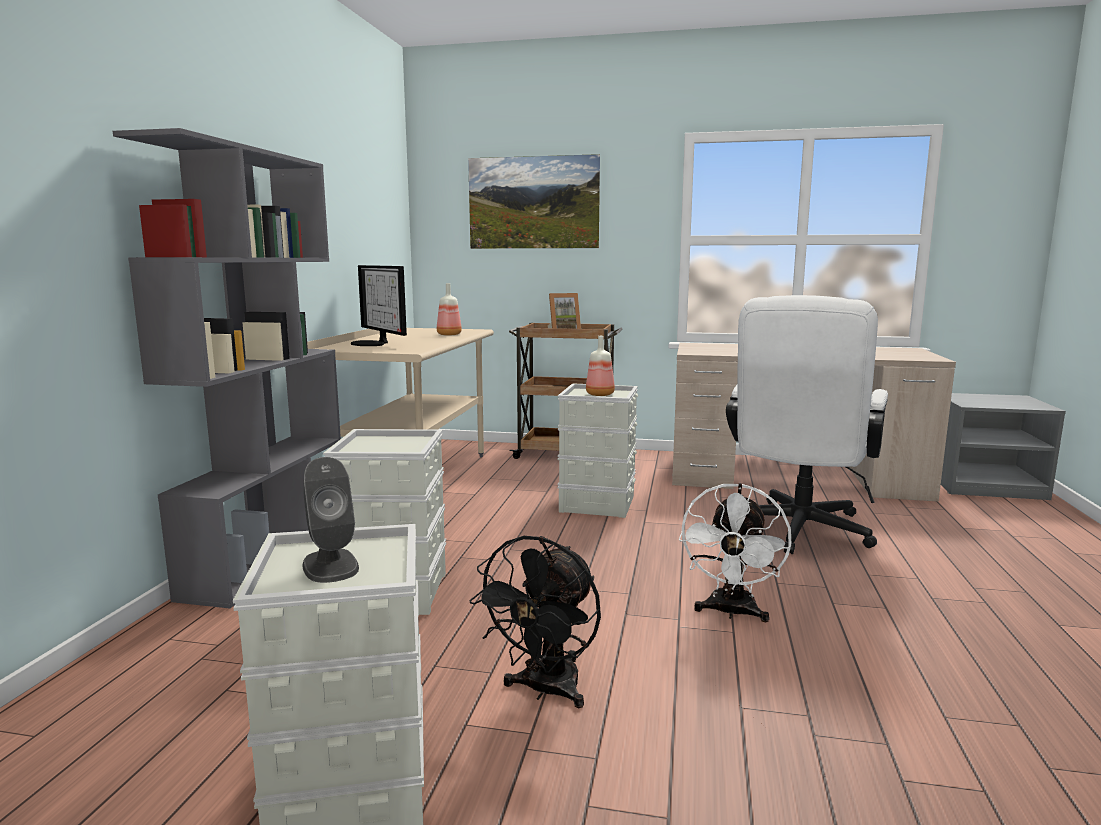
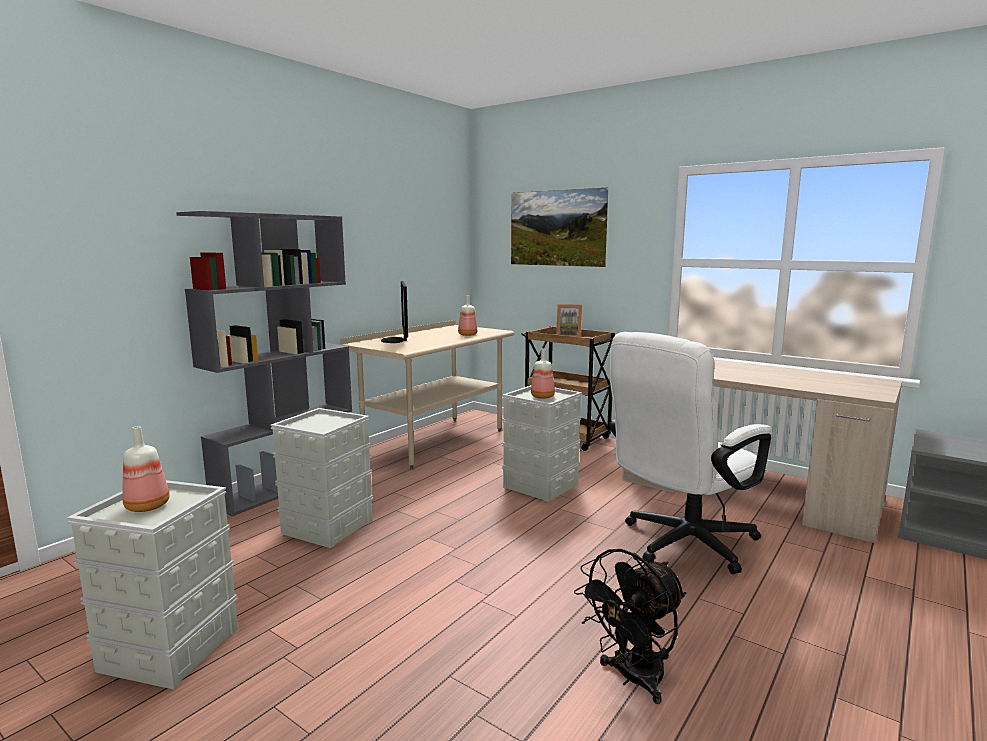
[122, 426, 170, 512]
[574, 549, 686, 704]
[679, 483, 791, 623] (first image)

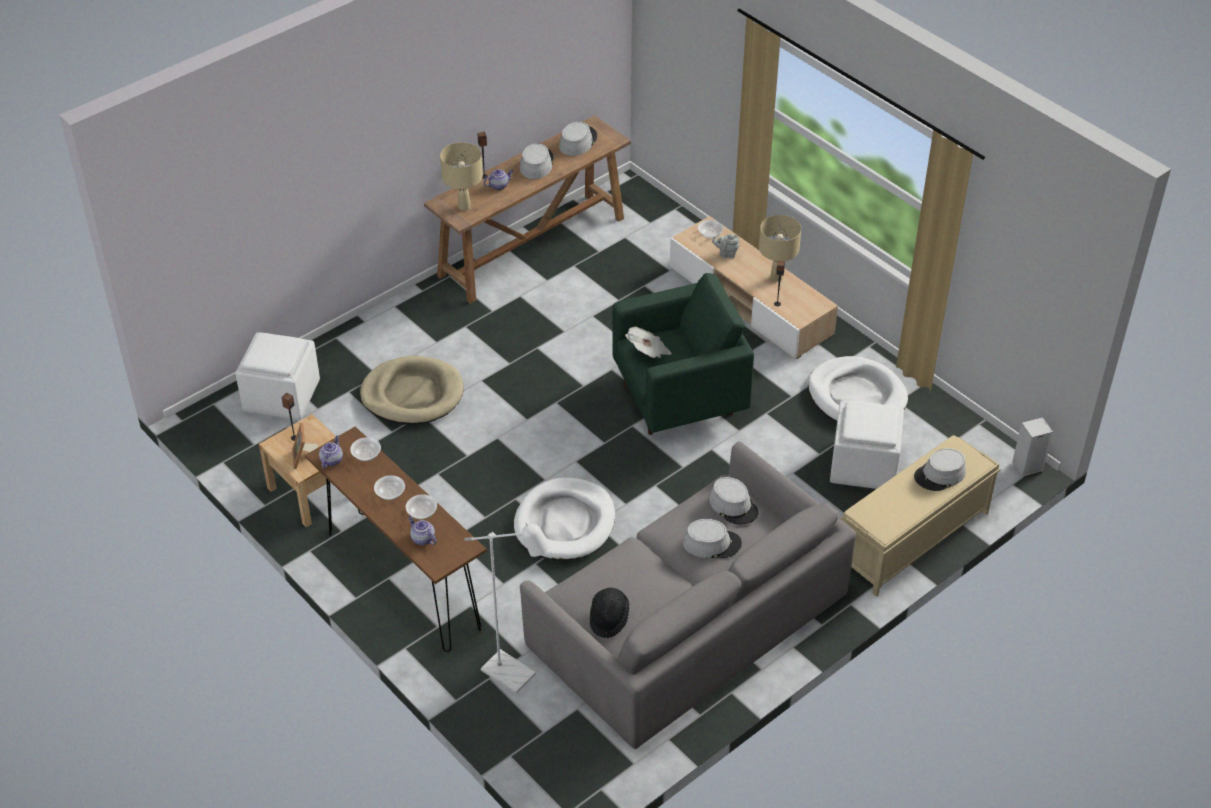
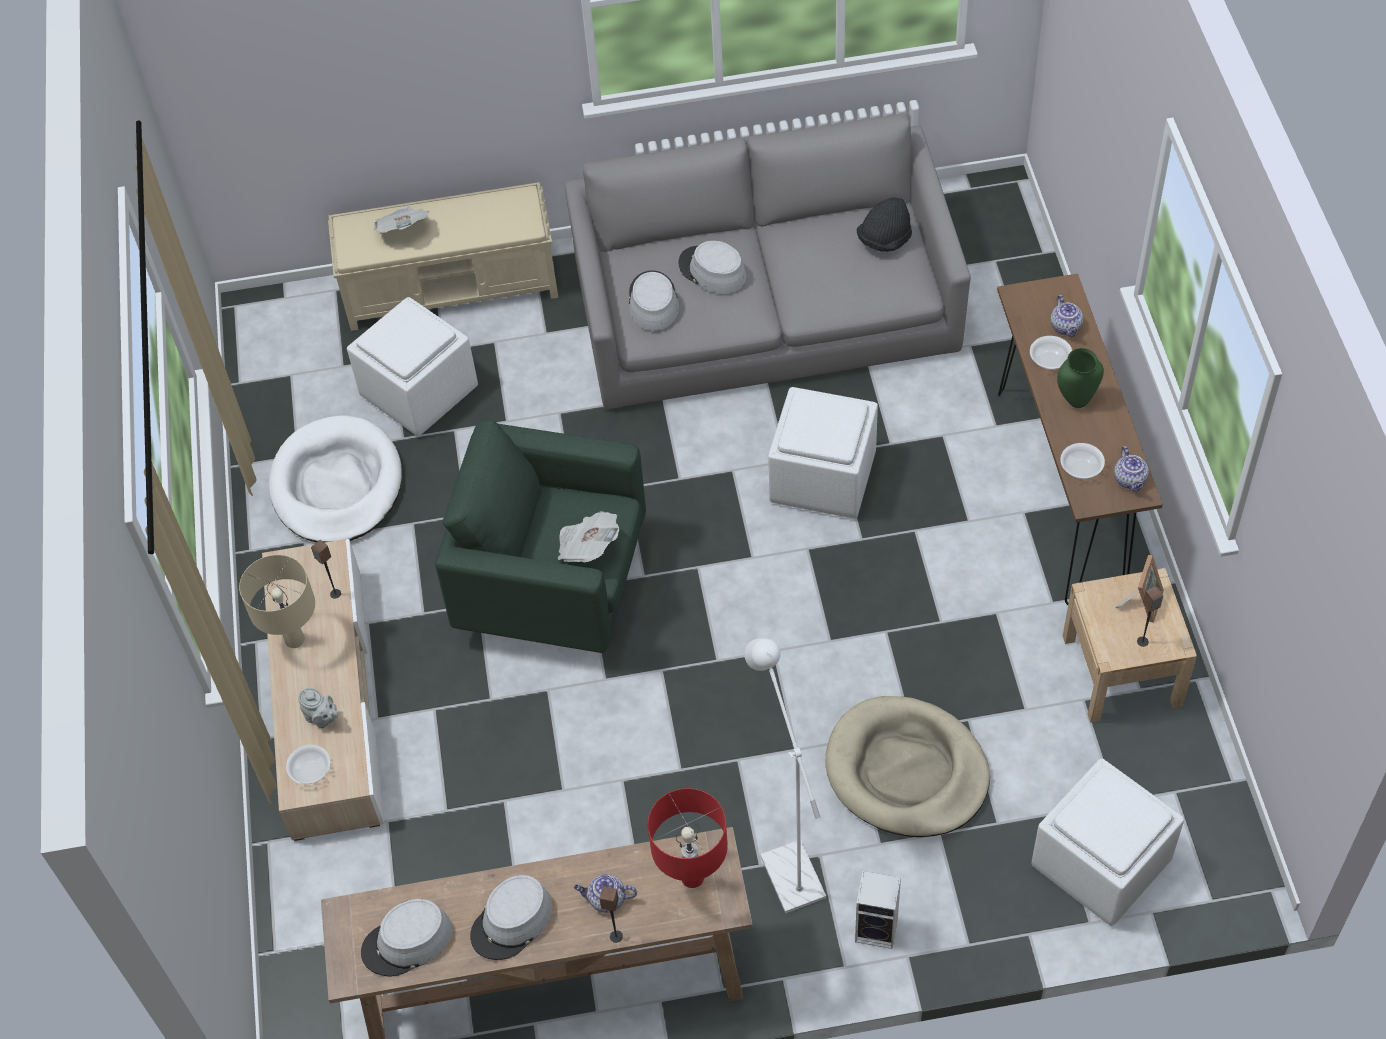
[1114, 446, 1149, 492]
[1057, 348, 1104, 408]
[648, 788, 728, 888]
[744, 638, 826, 913]
[768, 387, 878, 518]
[374, 206, 429, 233]
[855, 871, 901, 949]

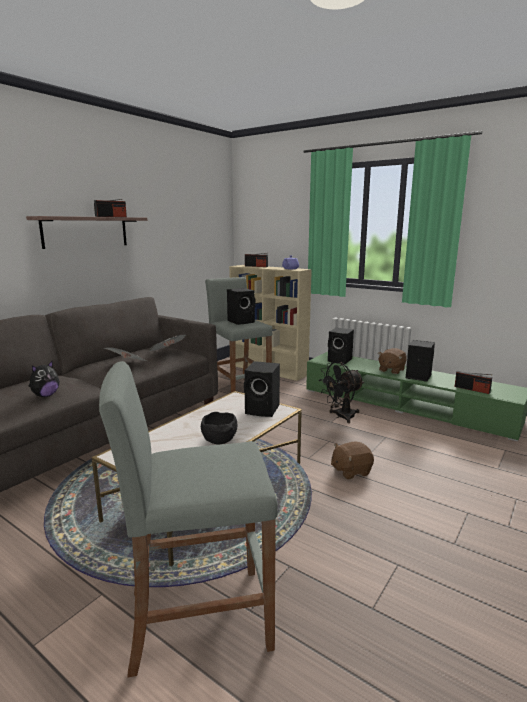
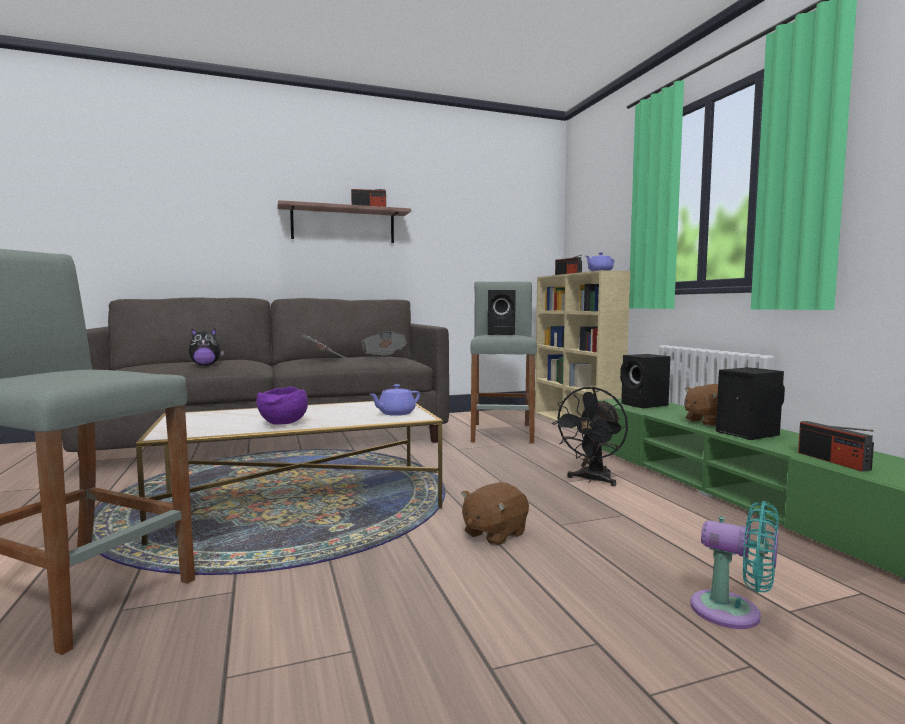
[256, 387, 308, 425]
[369, 384, 420, 416]
[552, 387, 628, 486]
[461, 482, 529, 546]
[690, 501, 779, 629]

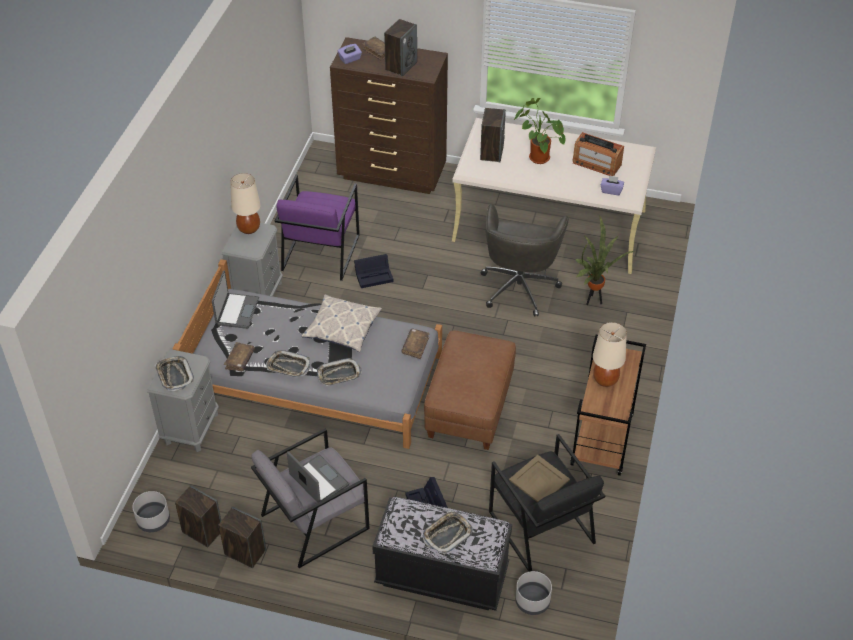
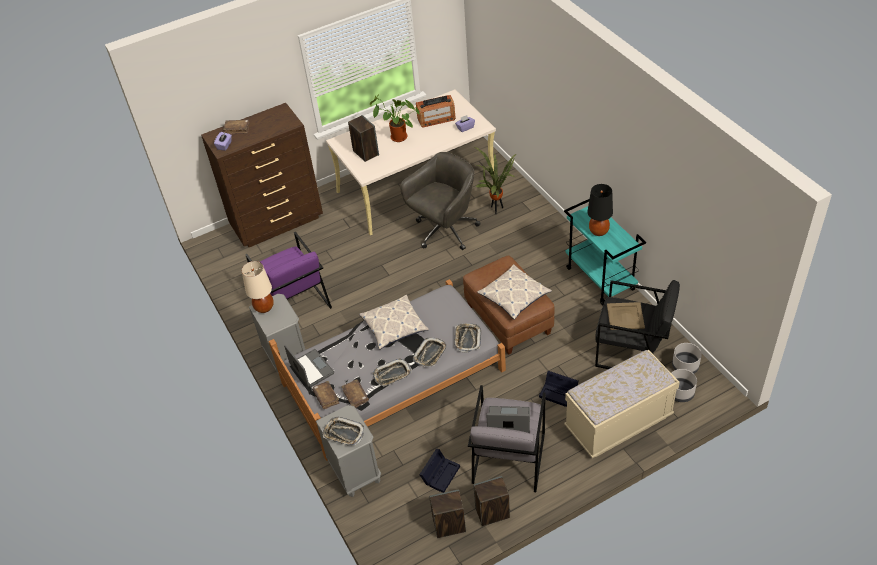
[672, 343, 702, 374]
[419, 449, 460, 493]
[564, 350, 680, 458]
[384, 19, 417, 77] (first image)
[312, 381, 340, 409]
[454, 323, 481, 353]
[400, 152, 481, 250]
[564, 199, 646, 305]
[587, 184, 613, 236]
[477, 264, 552, 320]

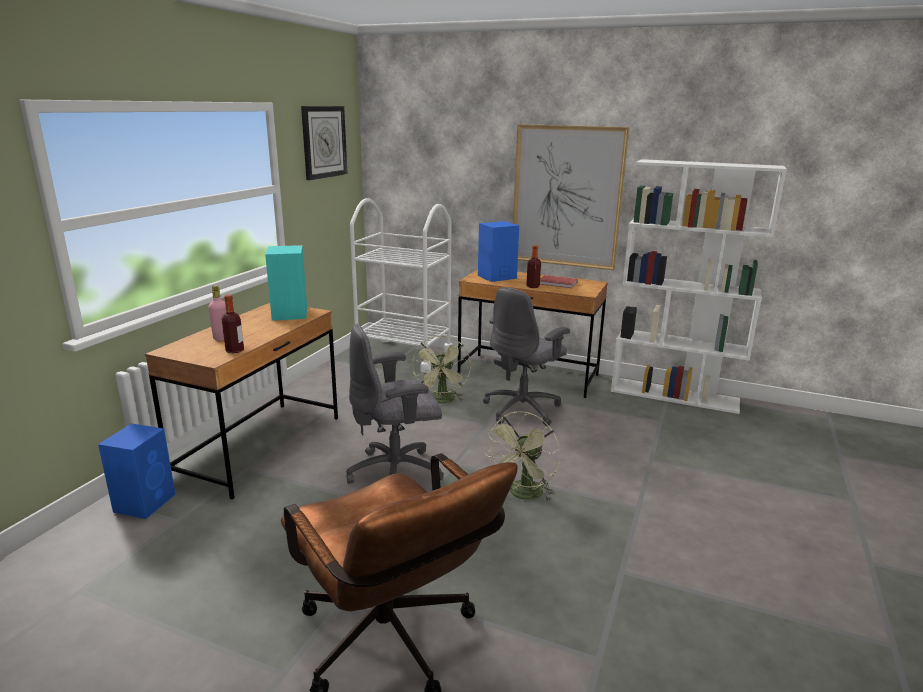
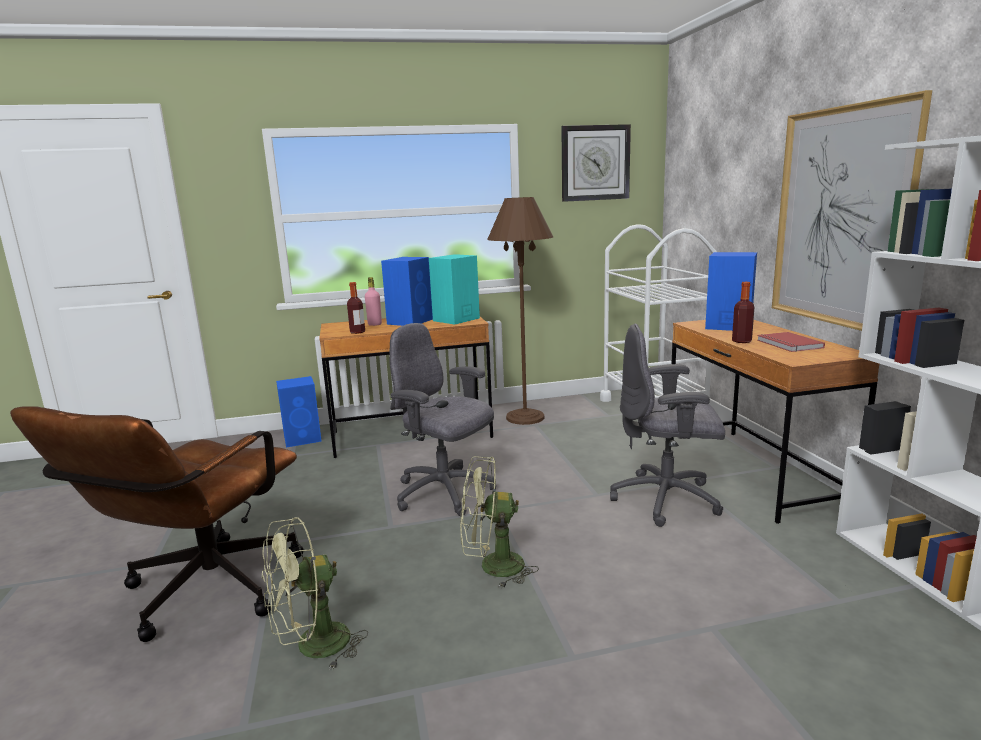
[262, 517, 368, 670]
[381, 257, 433, 326]
[487, 197, 553, 425]

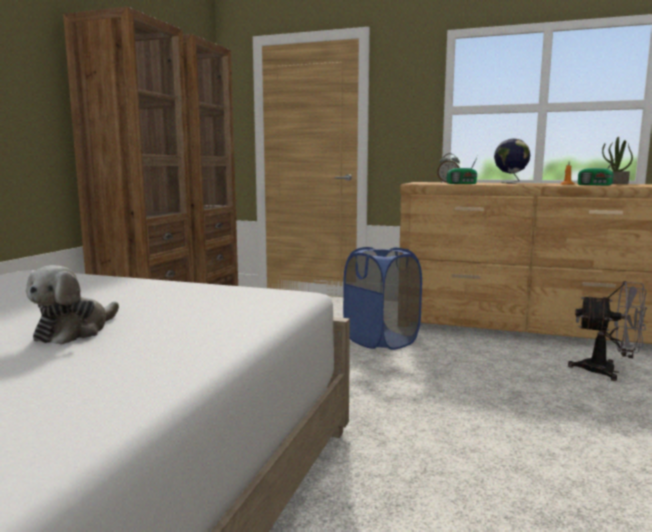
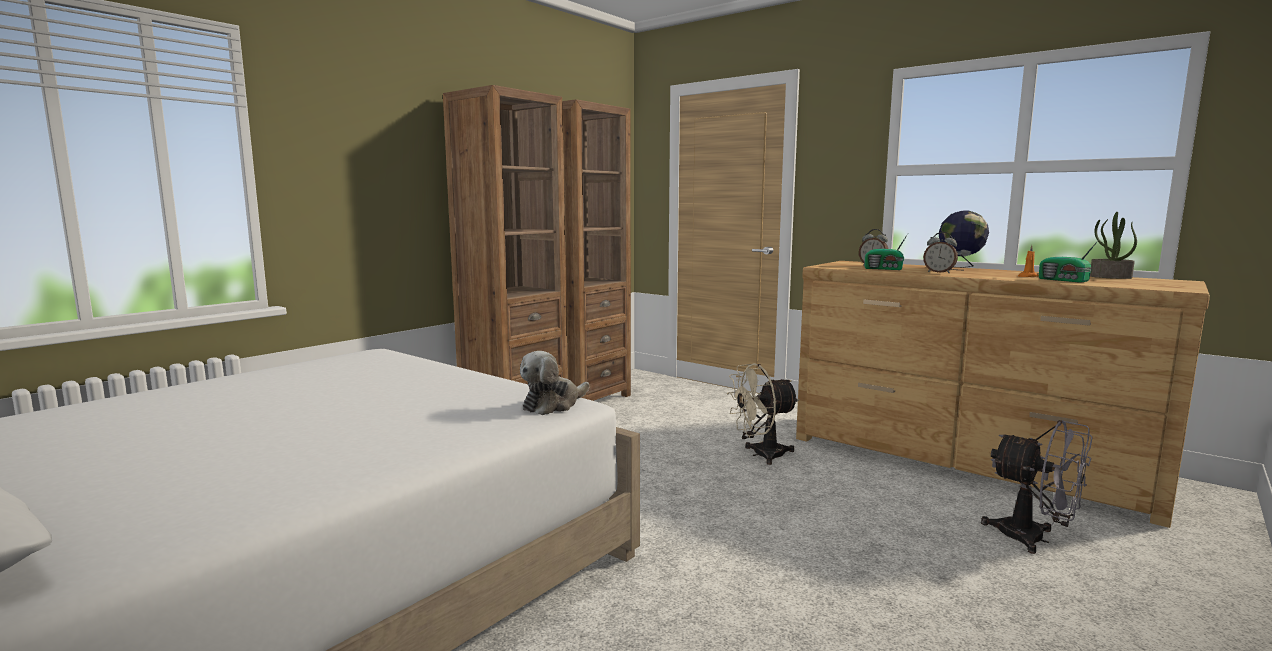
[520, 351, 589, 415]
[727, 363, 799, 465]
[923, 232, 958, 273]

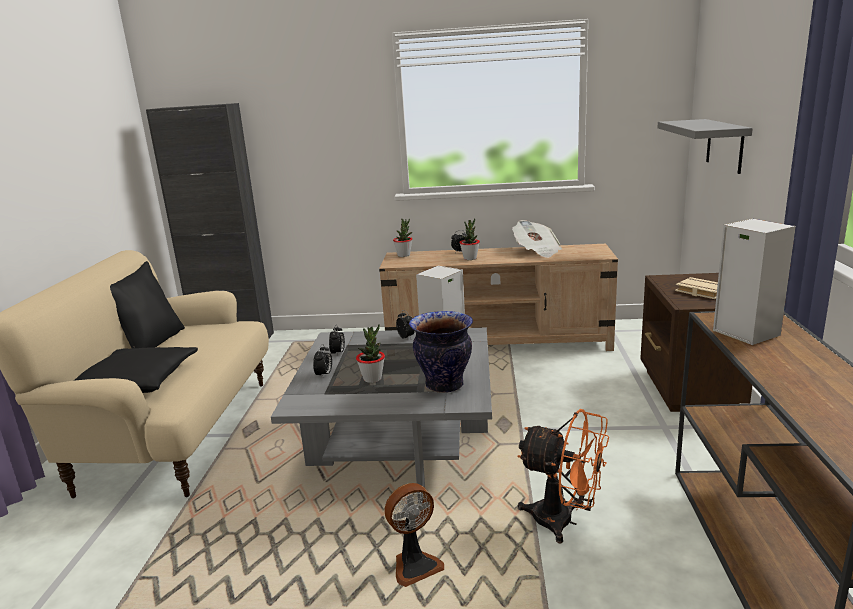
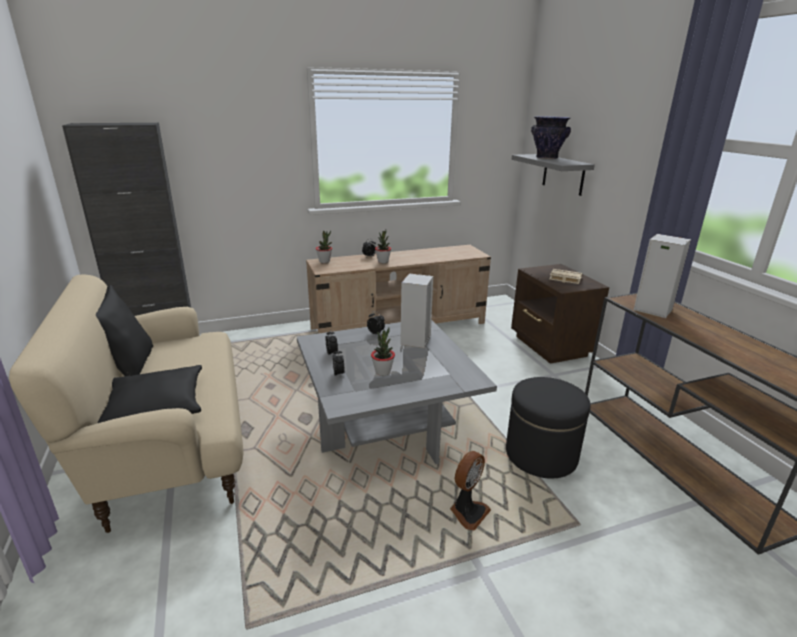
[531, 116, 571, 159]
[512, 220, 562, 258] (first image)
[506, 377, 591, 479]

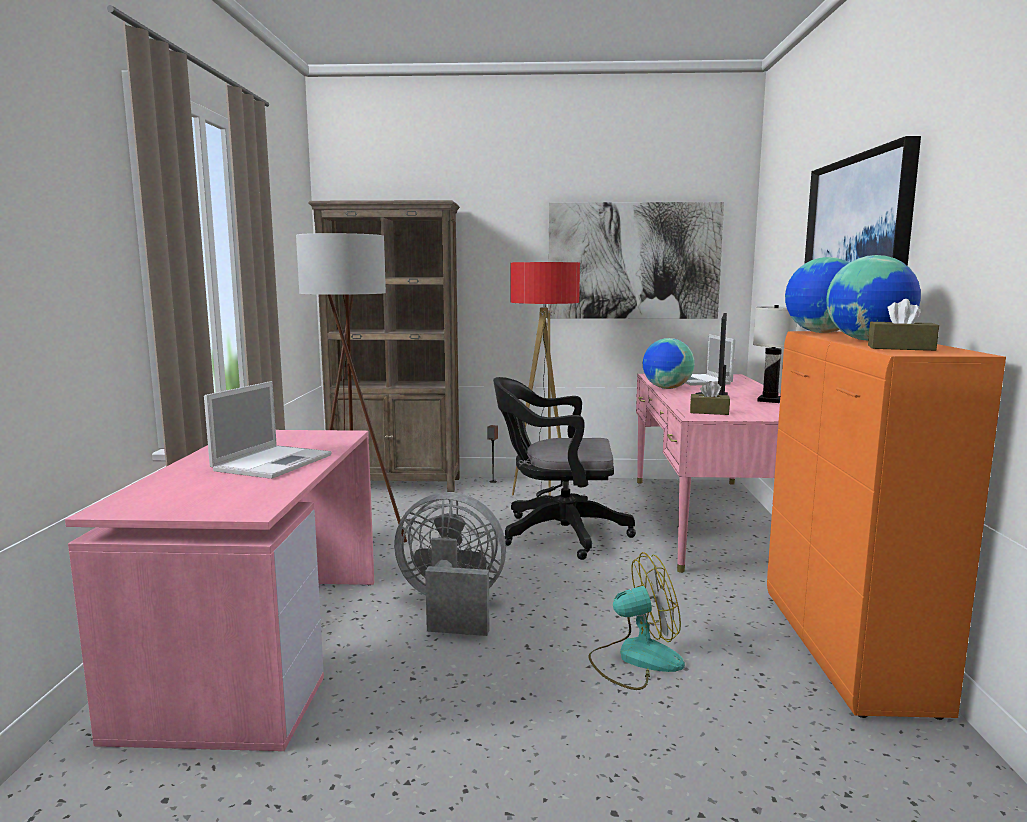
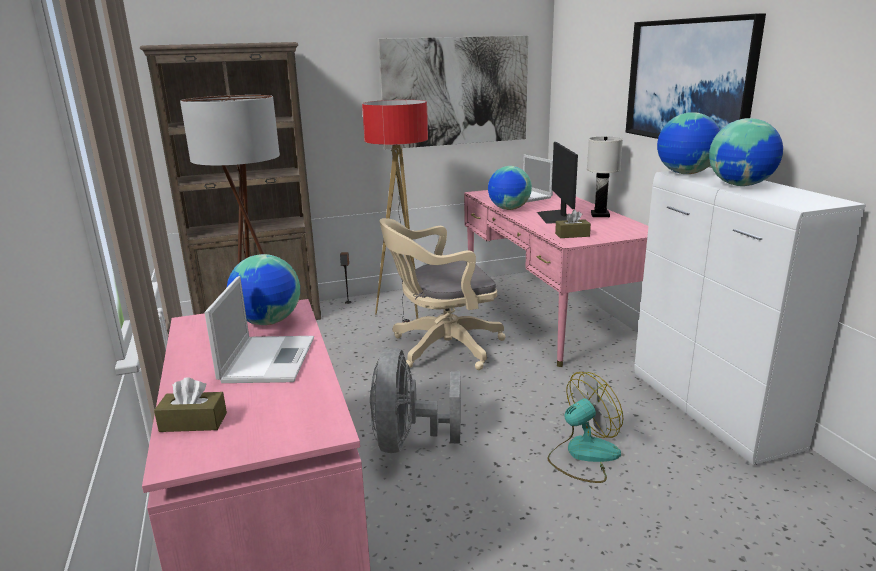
[370, 348, 461, 453]
[379, 218, 506, 370]
[634, 167, 866, 465]
[154, 377, 227, 432]
[227, 254, 300, 325]

